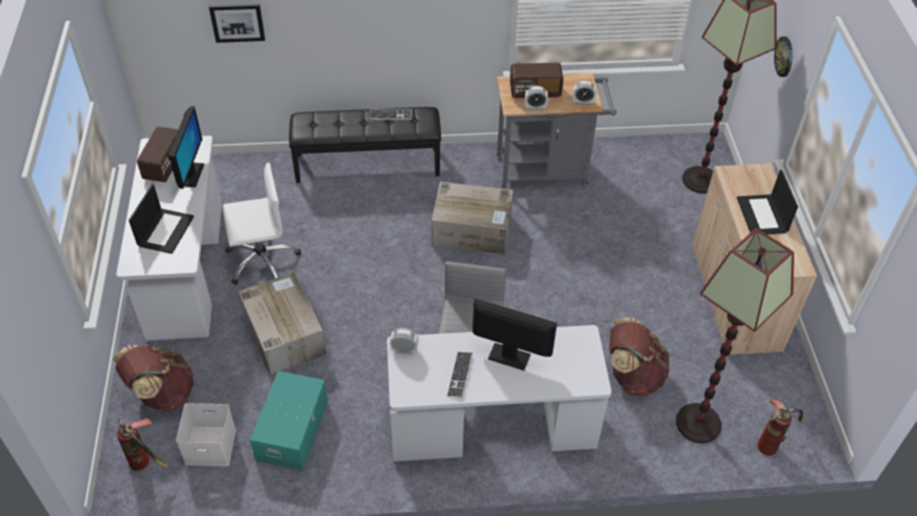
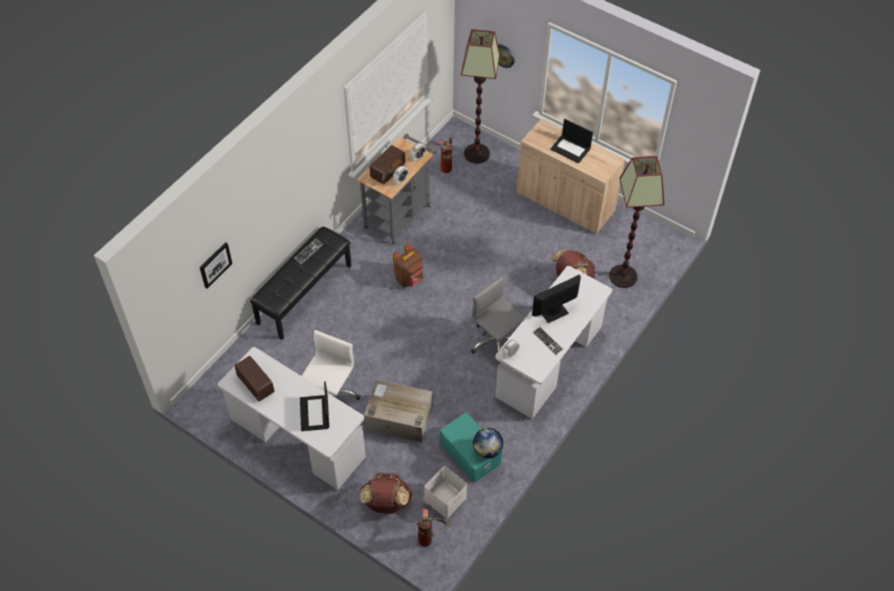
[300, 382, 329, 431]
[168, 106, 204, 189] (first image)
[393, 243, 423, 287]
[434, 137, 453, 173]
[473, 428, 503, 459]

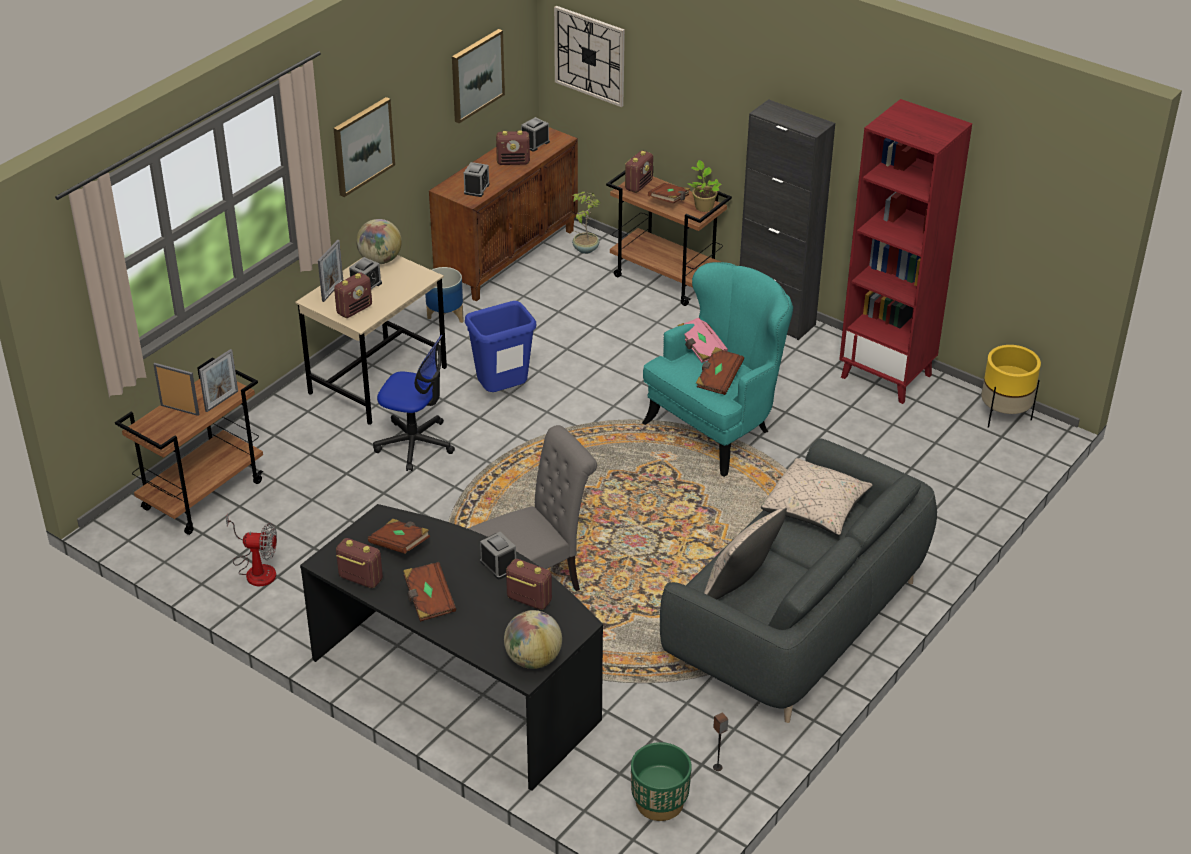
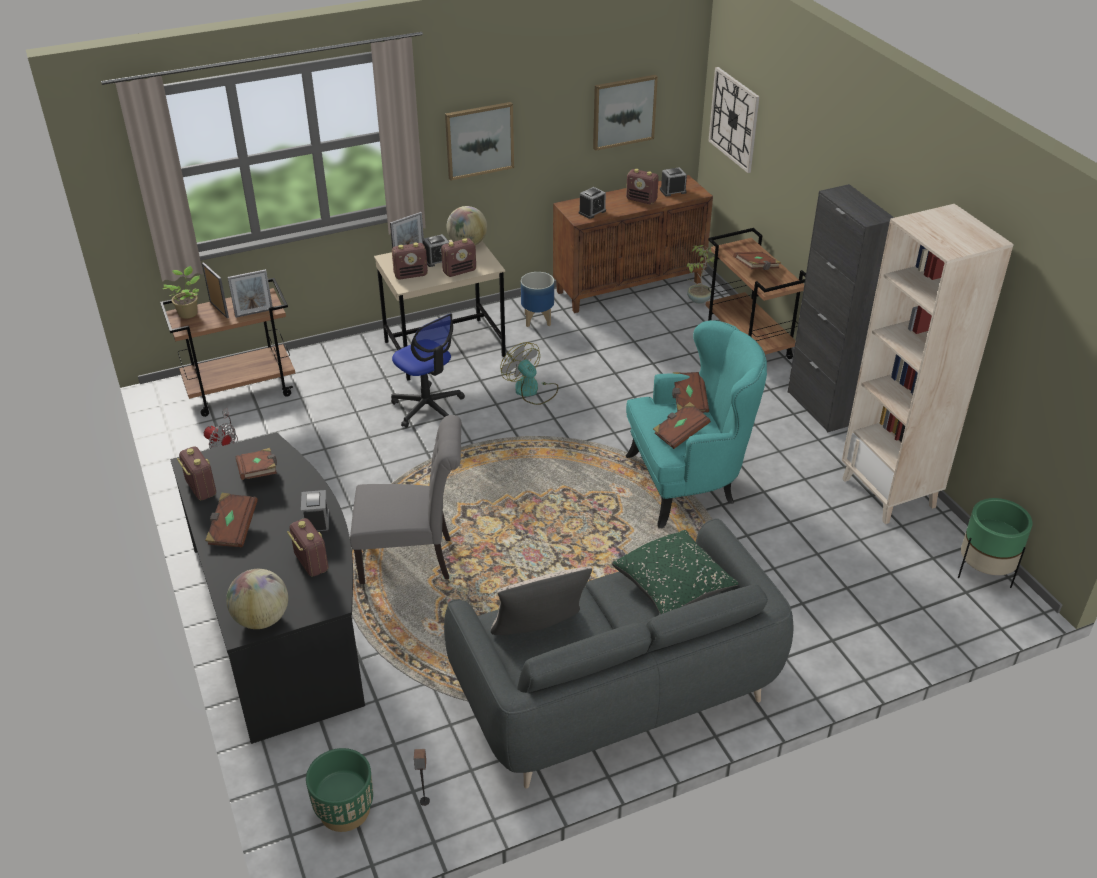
[500, 342, 559, 405]
[441, 238, 476, 277]
[672, 372, 709, 413]
[163, 266, 200, 318]
[612, 530, 738, 615]
[842, 204, 1014, 524]
[958, 498, 1032, 588]

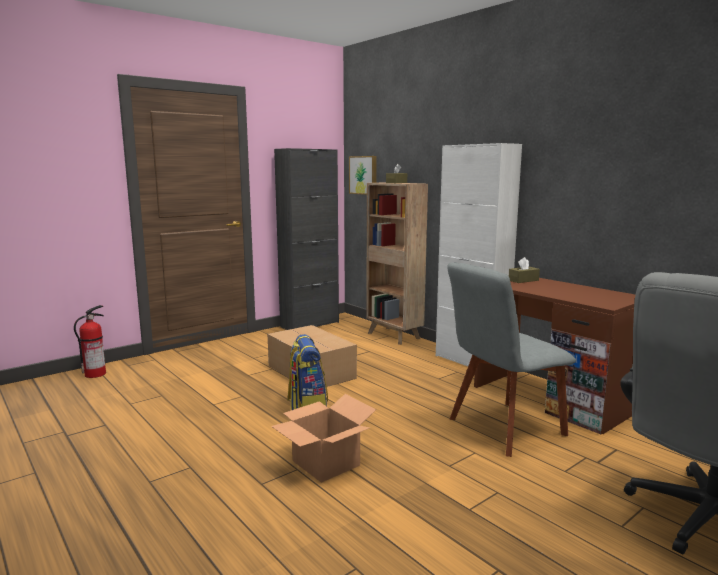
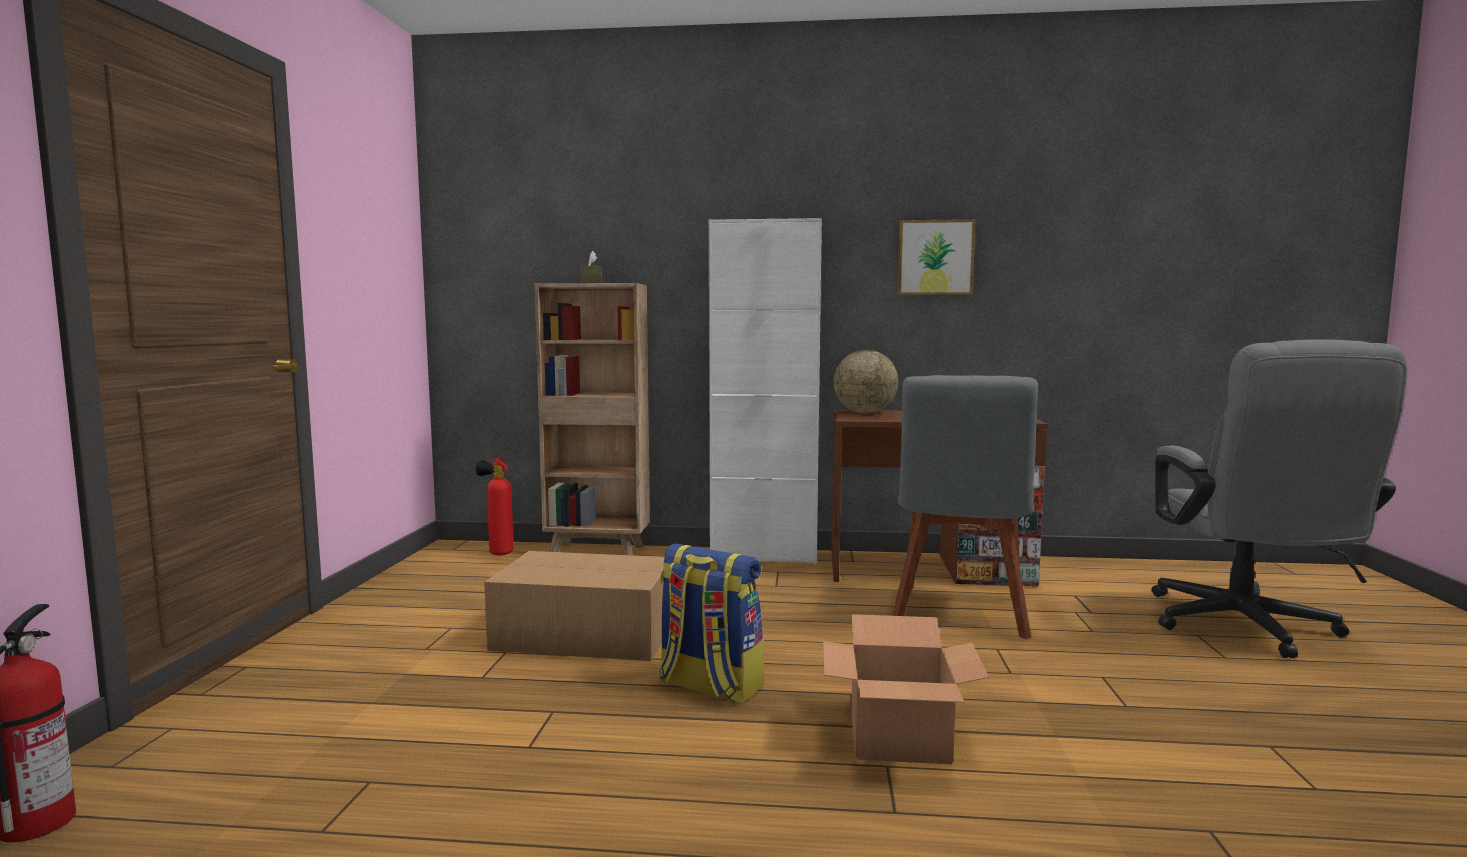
[274, 148, 339, 330] (first image)
[897, 219, 976, 295]
[833, 350, 898, 414]
[476, 457, 514, 555]

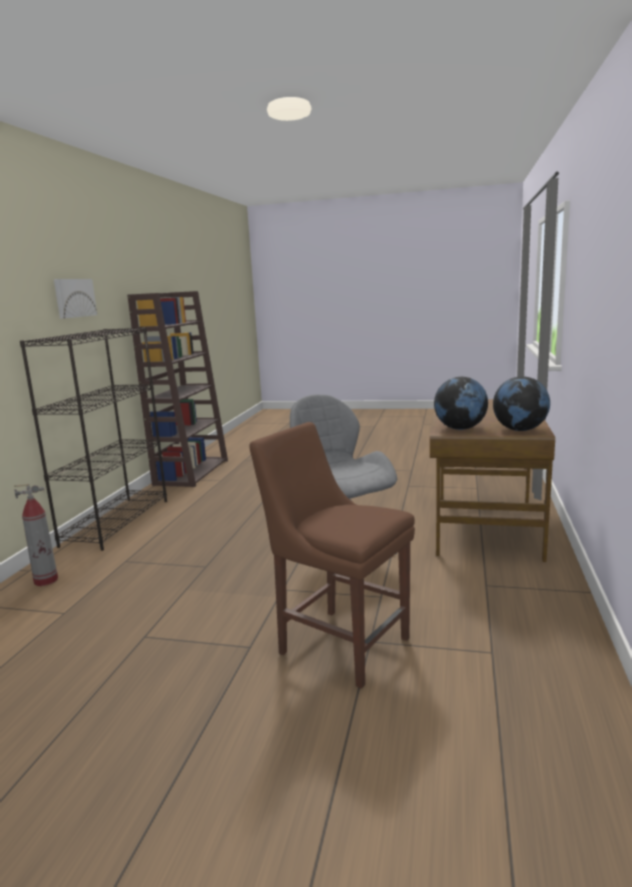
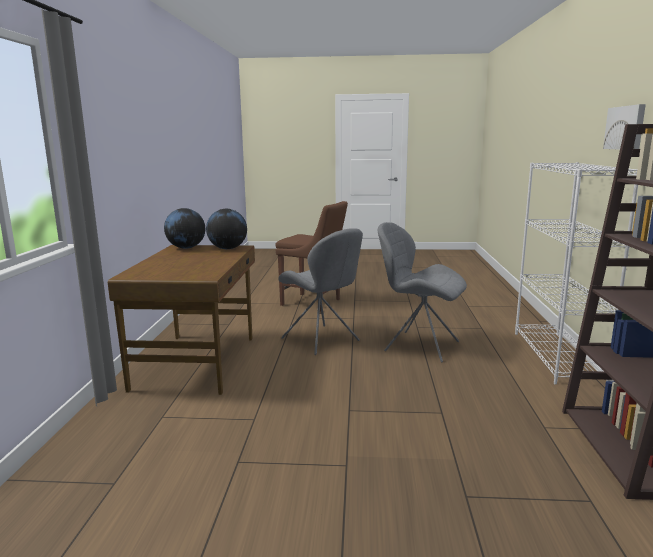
[14, 484, 58, 586] (first image)
[515, 162, 638, 385]
[378, 222, 467, 363]

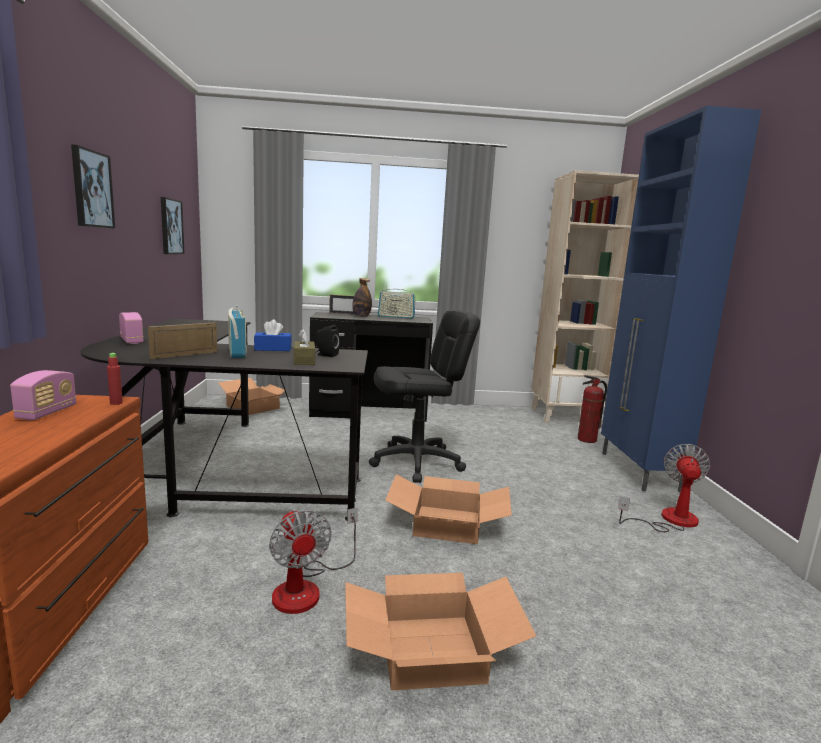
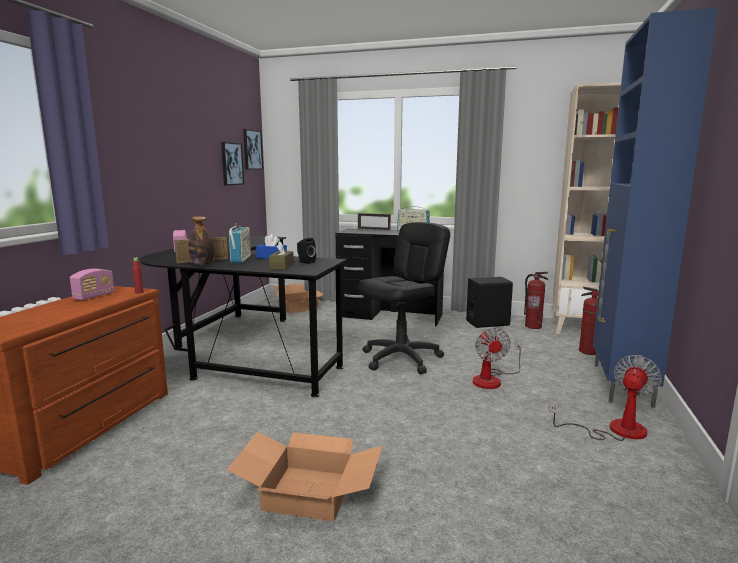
[243, 129, 263, 170]
[473, 327, 522, 389]
[188, 216, 214, 265]
[358, 222, 450, 374]
[385, 474, 512, 544] (first image)
[466, 277, 513, 328]
[524, 272, 548, 329]

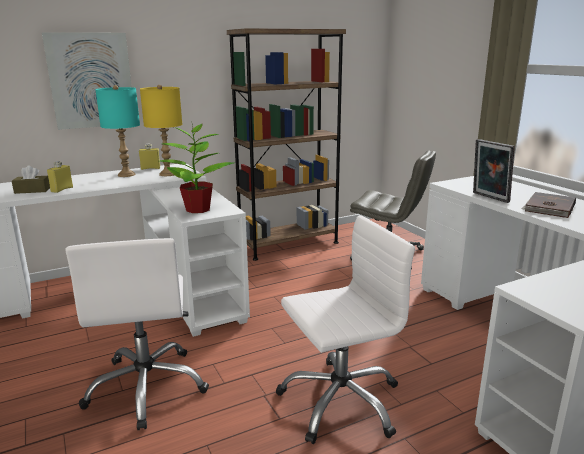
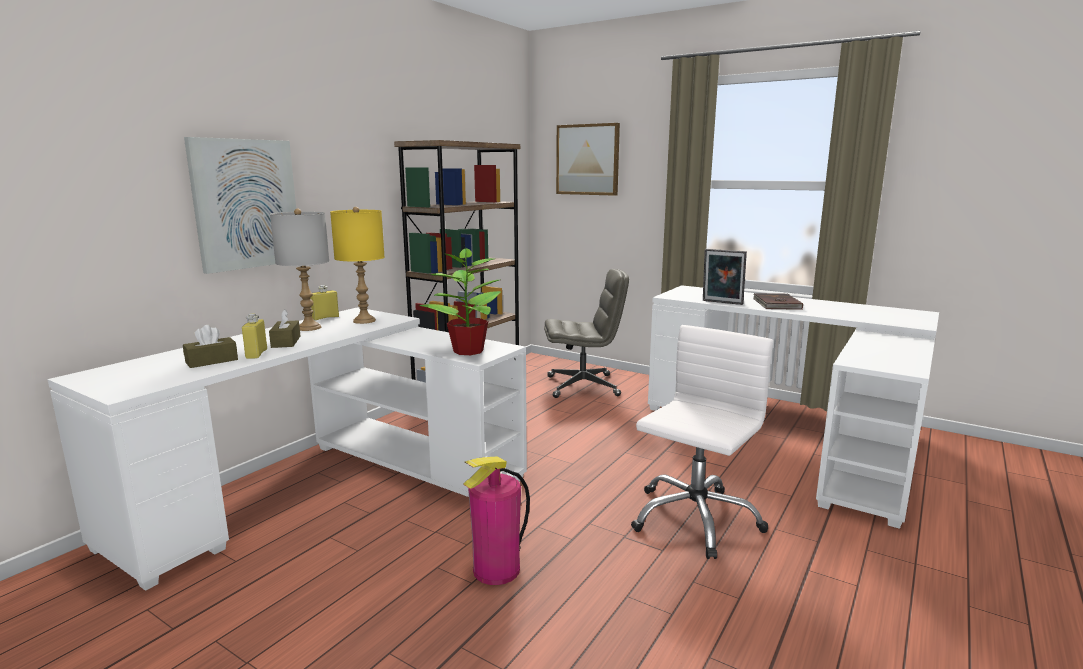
[463, 456, 530, 585]
[270, 209, 329, 331]
[269, 309, 300, 348]
[556, 123, 620, 196]

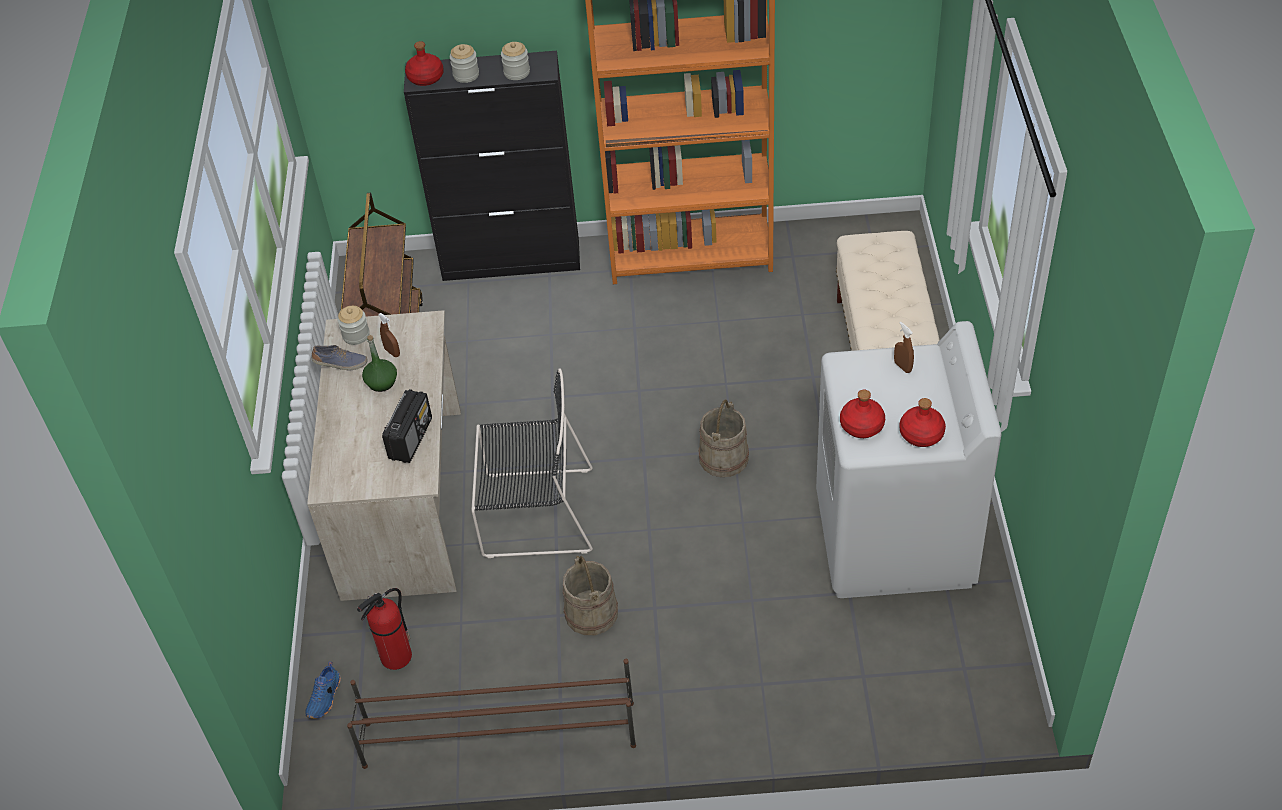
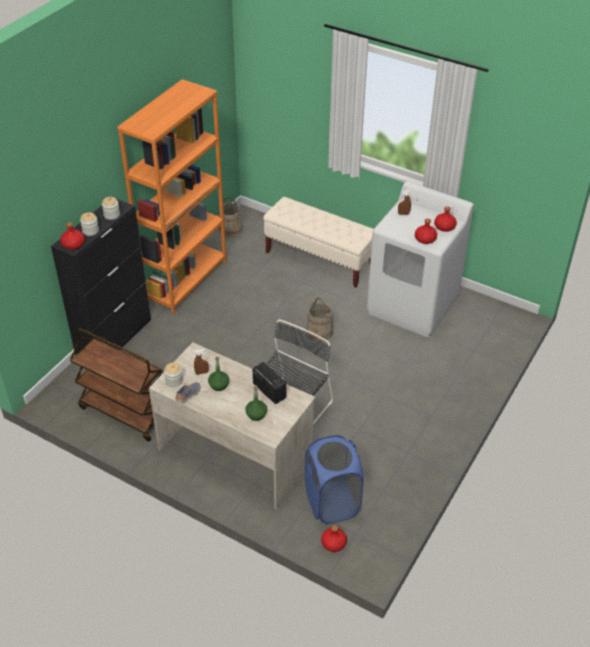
[321, 525, 347, 552]
[347, 659, 636, 769] (first image)
[305, 435, 364, 524]
[217, 197, 243, 237]
[245, 385, 267, 421]

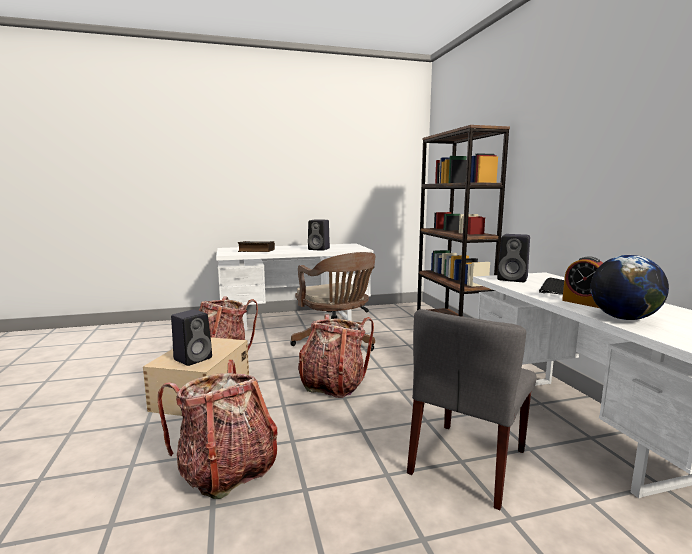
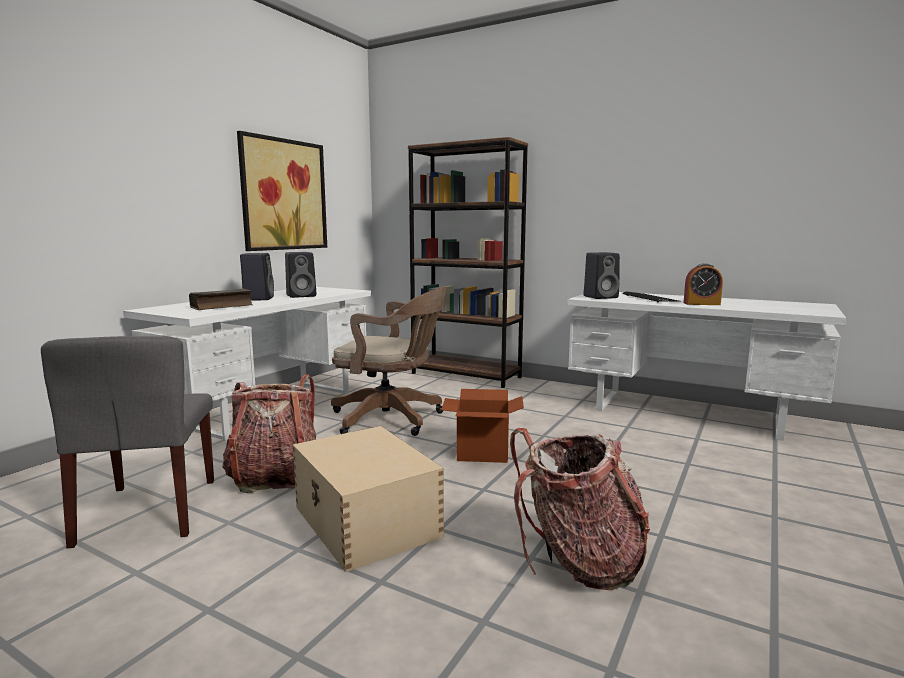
[240, 253, 274, 301]
[441, 389, 524, 463]
[41, 336, 214, 549]
[590, 255, 669, 320] (first image)
[237, 131, 327, 251]

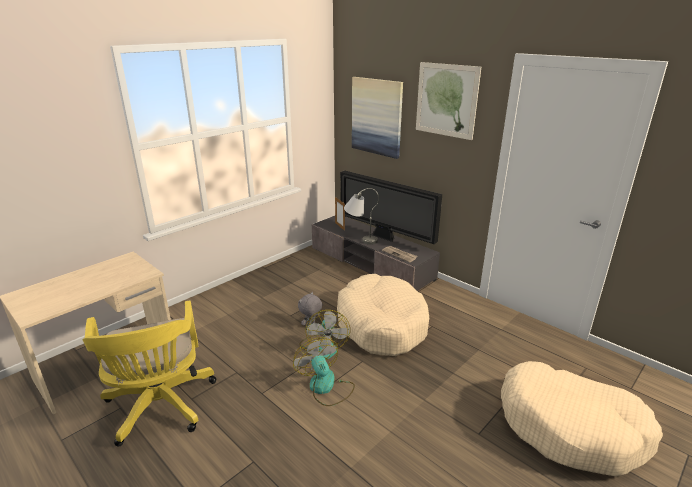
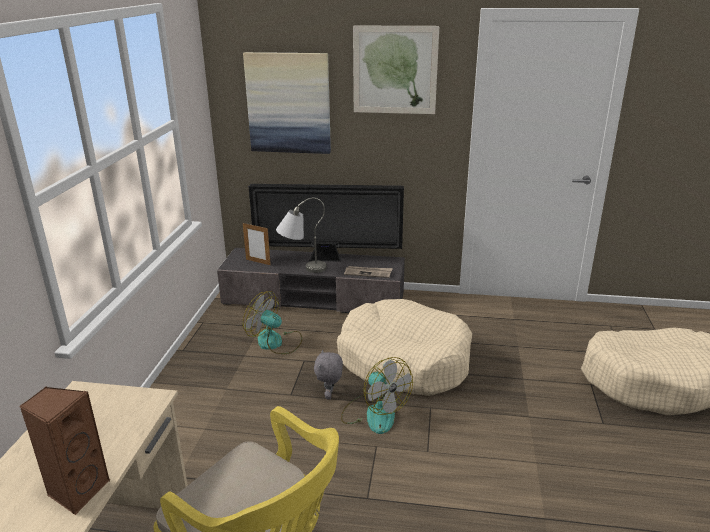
[243, 292, 302, 354]
[19, 386, 110, 515]

